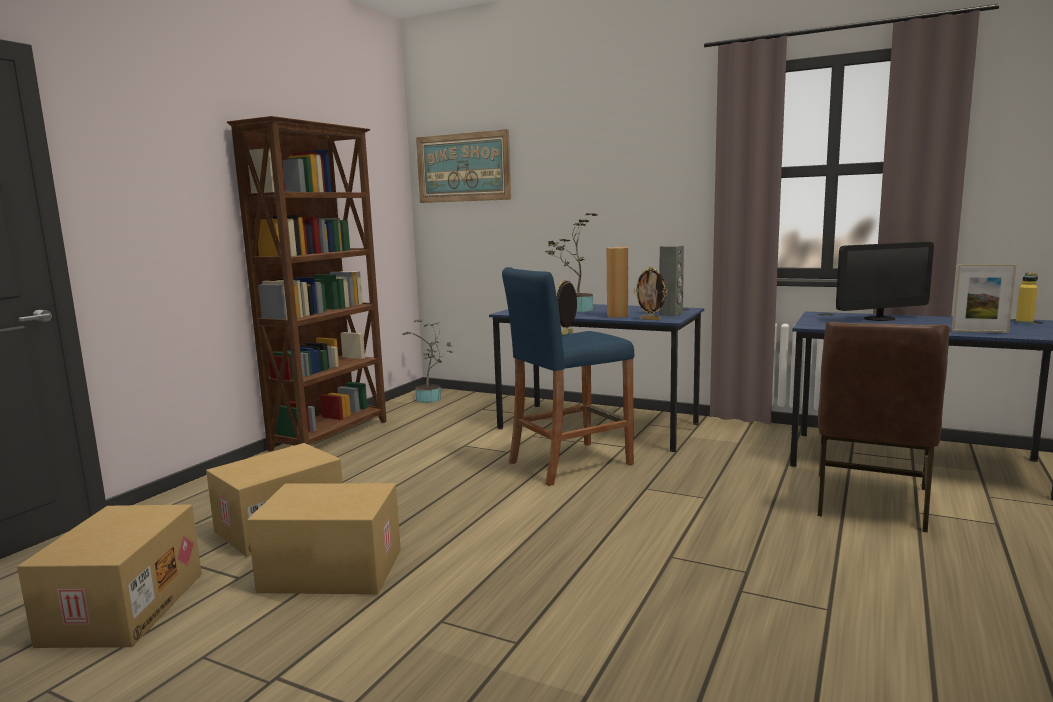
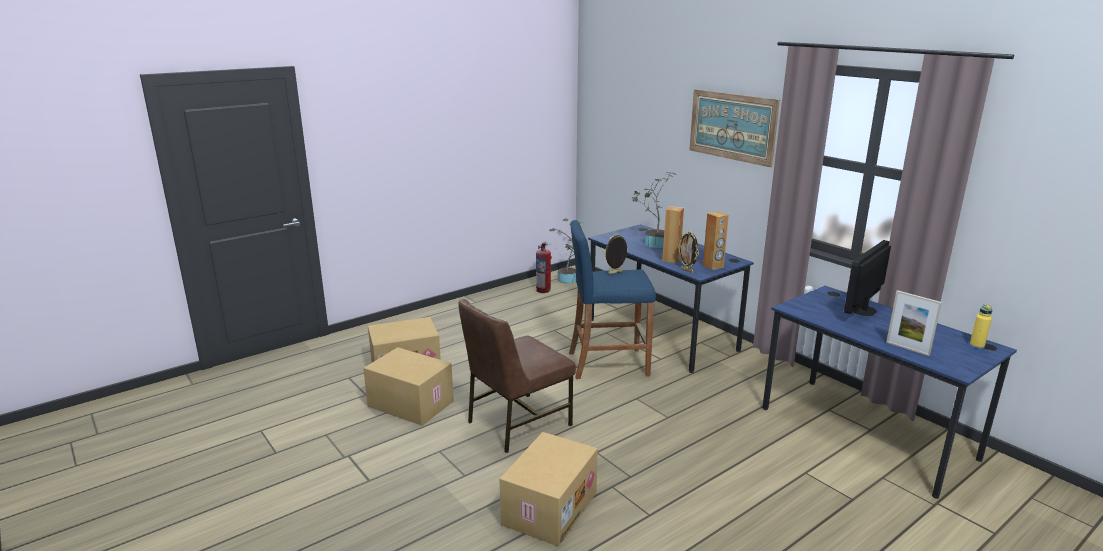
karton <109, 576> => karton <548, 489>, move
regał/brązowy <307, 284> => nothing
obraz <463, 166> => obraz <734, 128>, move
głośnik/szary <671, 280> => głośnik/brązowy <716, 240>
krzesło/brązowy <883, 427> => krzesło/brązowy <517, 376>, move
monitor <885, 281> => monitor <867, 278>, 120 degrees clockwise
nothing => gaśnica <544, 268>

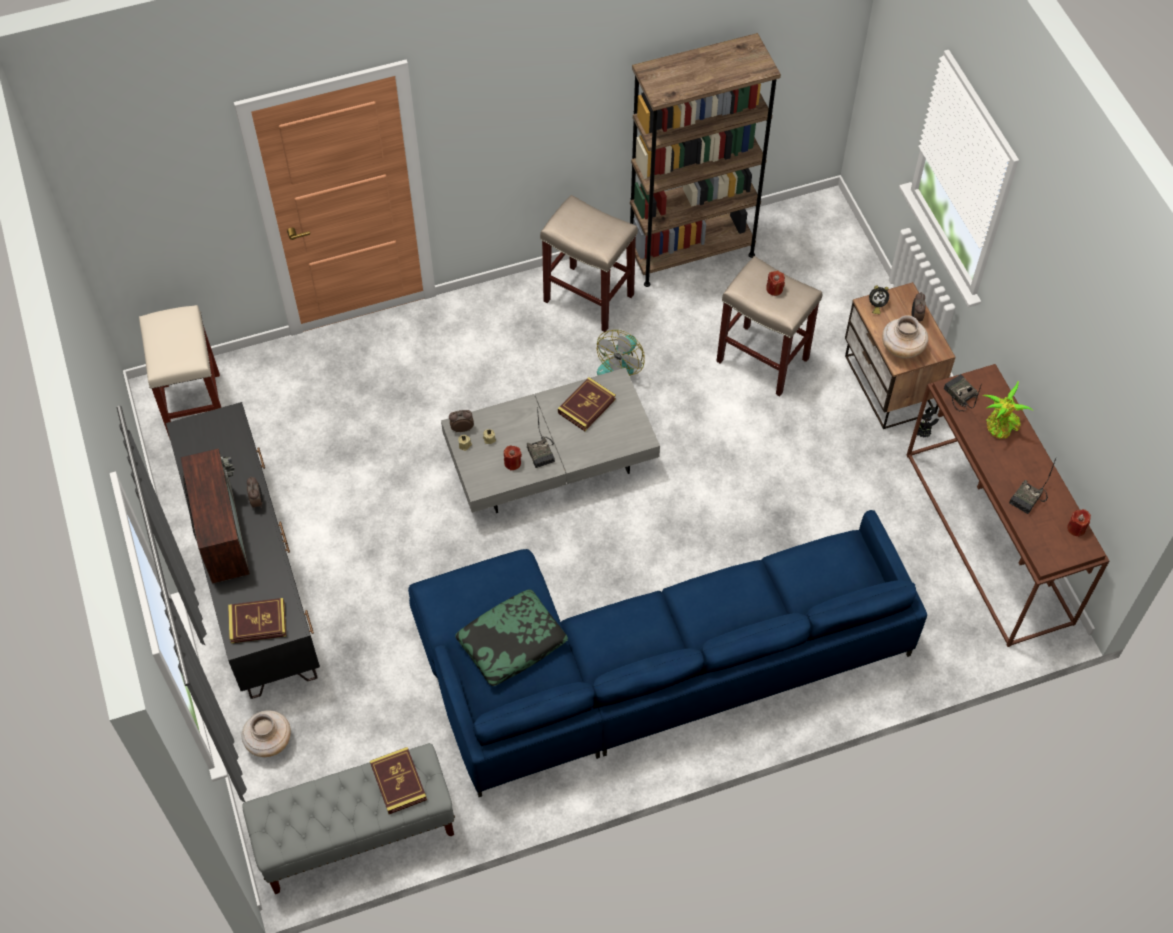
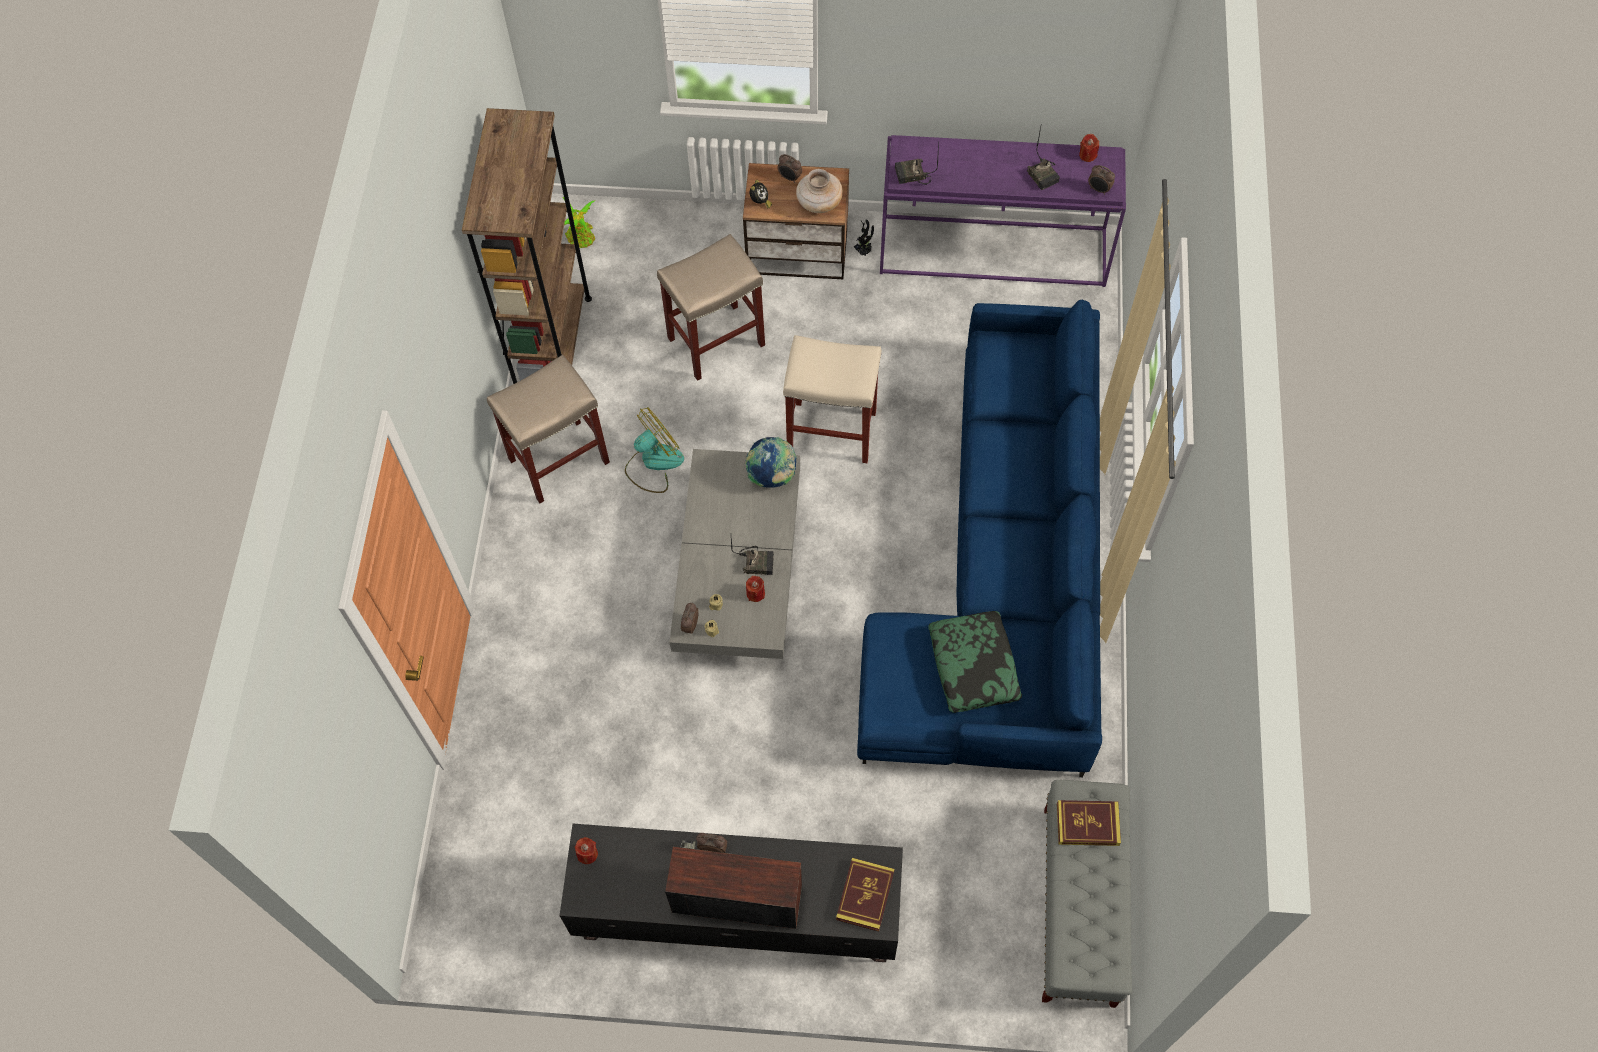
stołek/beżowy <180, 372> => stołek/beżowy <832, 399>, move
wazon/beżowy <266, 733> => nothing
książka <587, 404> => nothing
wentylator <621, 353> => wentylator <654, 450>, 90 degrees counterclockwise
świeca/czerwony <775, 283> => świeca/czerwony <586, 850>, move
stolik konsolowy/brązowy <1008, 505> => stolik konsolowy/fioletowy <1003, 211>
roślina doniczkowa <1007, 410> => roślina doniczkowa <579, 222>, move
nothing => globus <771, 462>
nothing => budzik <1101, 180>

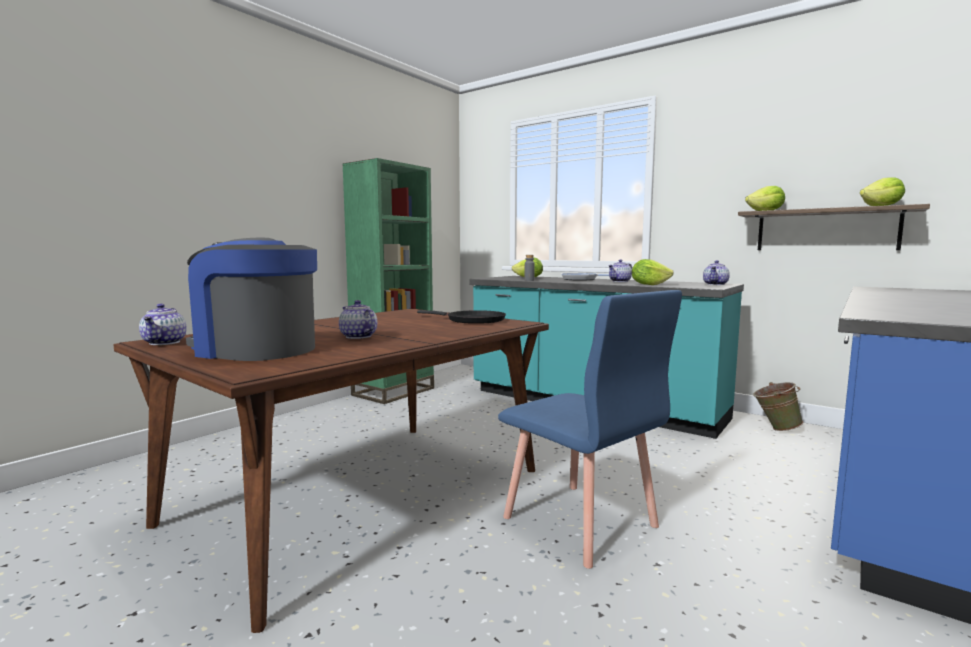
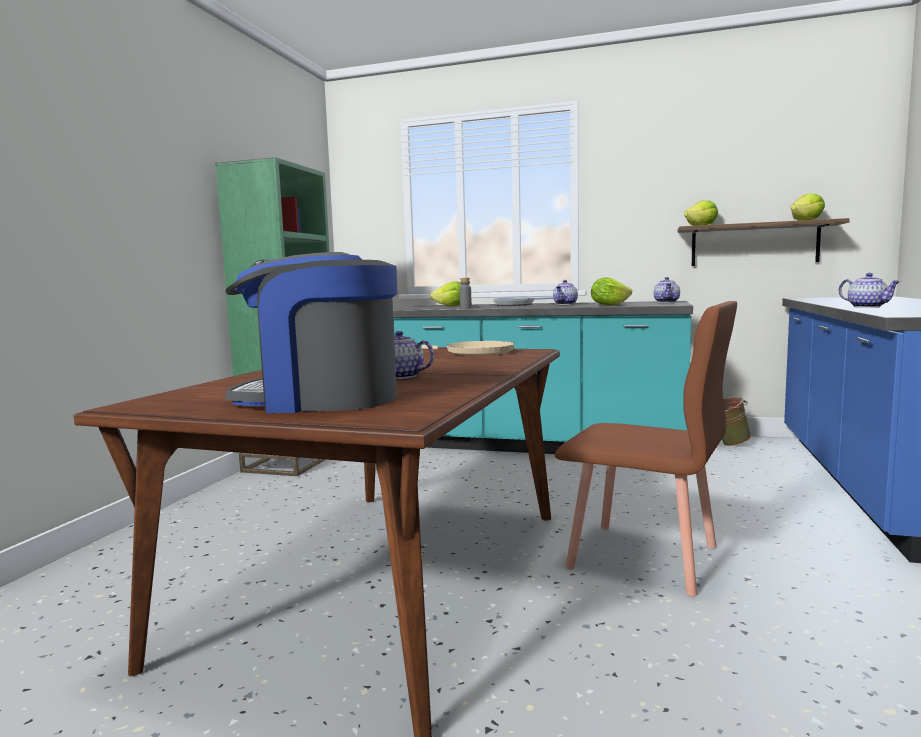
imbryk <162, 324> => imbryk <870, 290>, move
patelnia/czarny <461, 317> => patelnia/beżowy <468, 348>
krzesło/niebieski <590, 429> => krzesło/brązowy <646, 448>

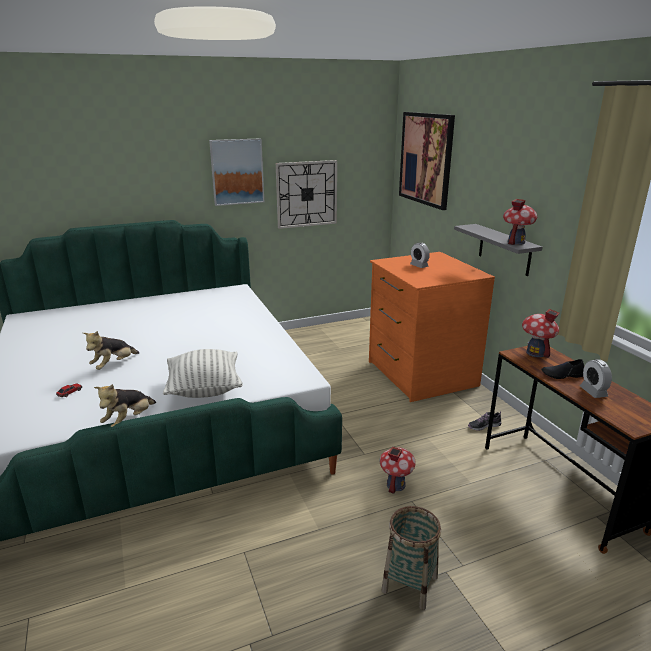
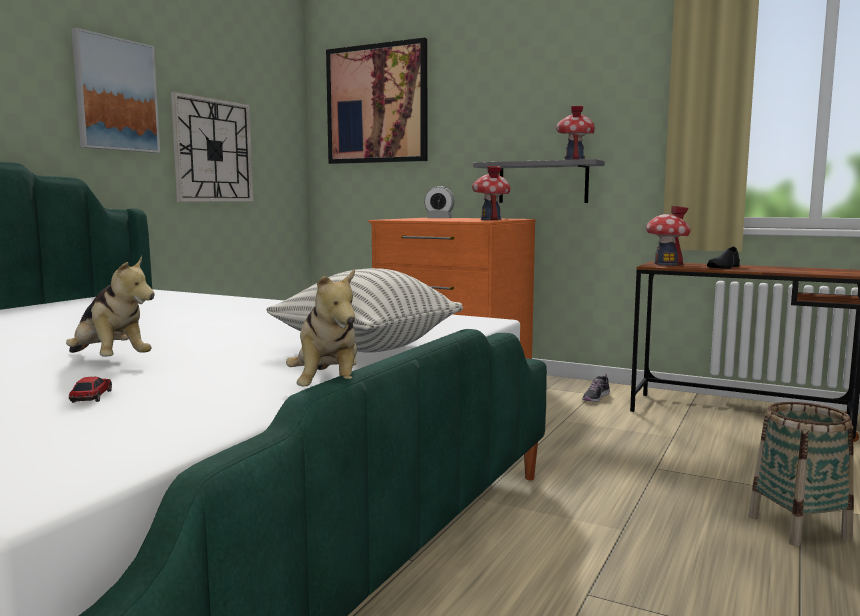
pluszak <111, 350> => pluszak <110, 306>, 45 degrees counterclockwise
domek <398, 470> => domek <491, 193>, move
budzik <596, 378> => nothing

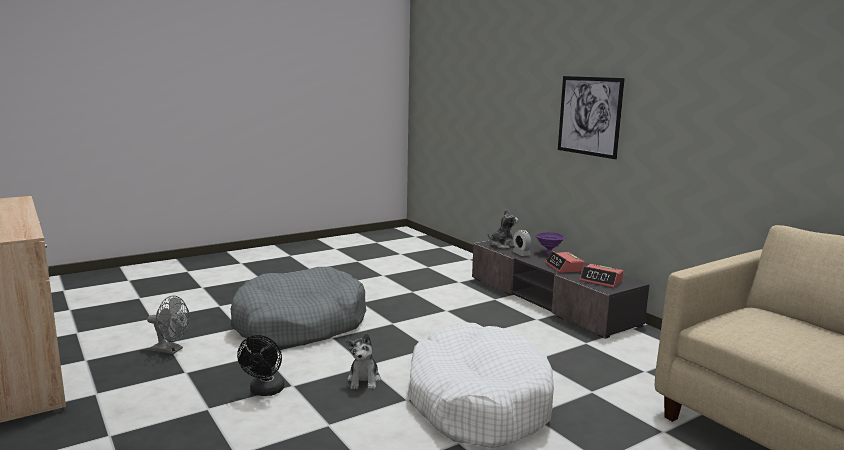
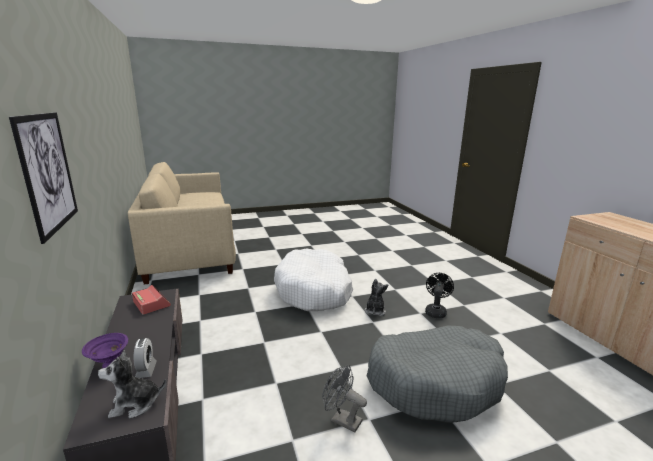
wentylator/szary <168, 325> => wentylator/szary <344, 398>, move
budzik <564, 262> => nothing

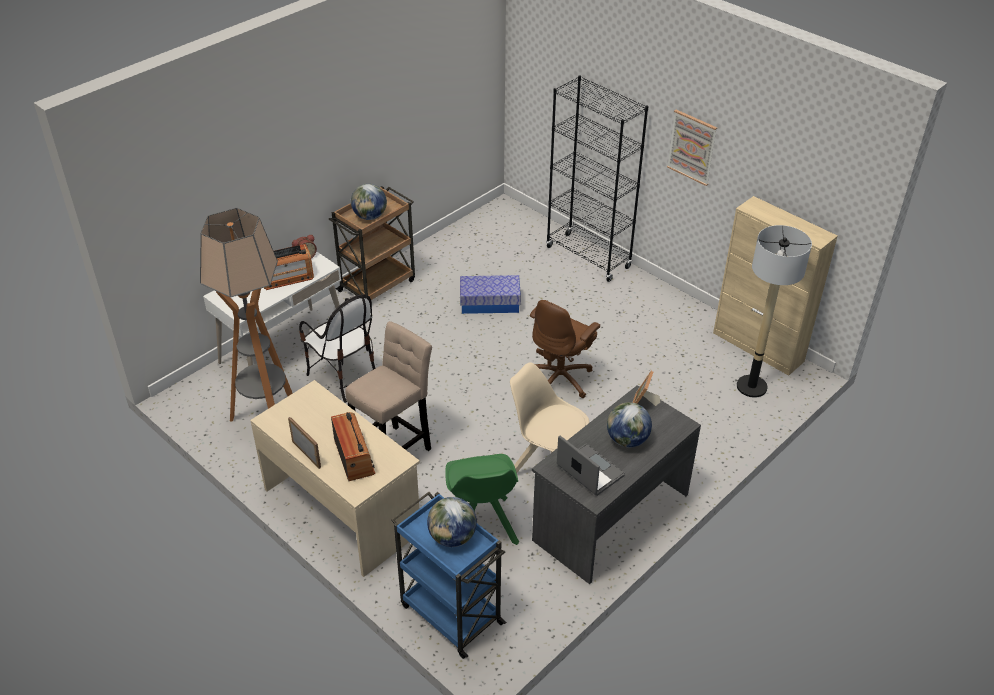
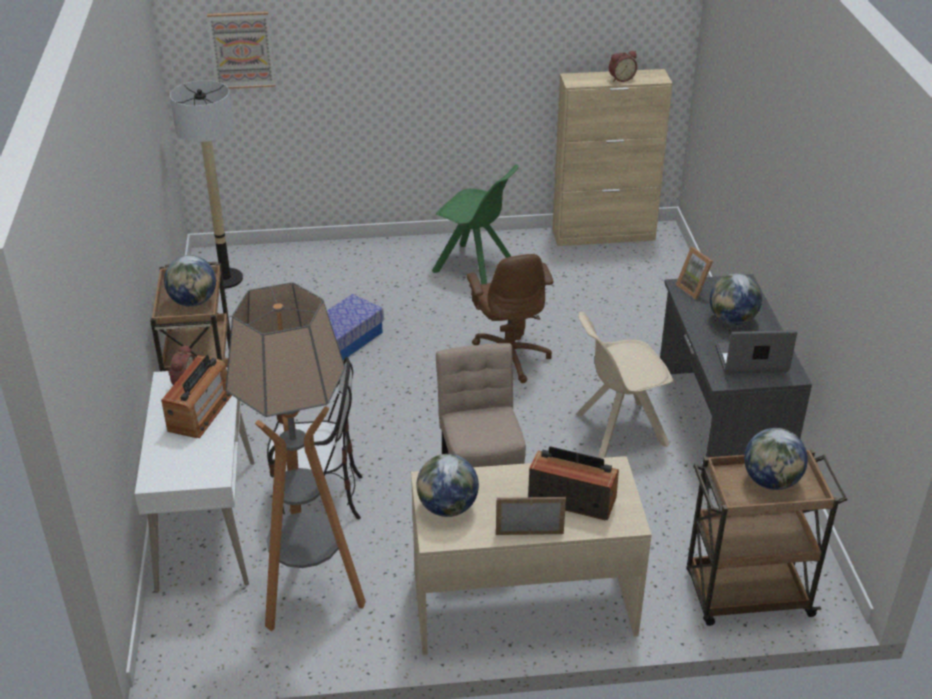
wózek/niebieski <448, 575> => wózek/brązowy <767, 537>
krzesło/zielony <482, 499> => krzesło/zielony <475, 224>, move
regał/czarny <597, 178> => nothing
obraz <692, 148> => obraz <241, 50>, move
lampa stojąca <774, 311> => lampa stojąca <206, 184>, move
nothing => globus <447, 485>
nothing => budzik <623, 66>

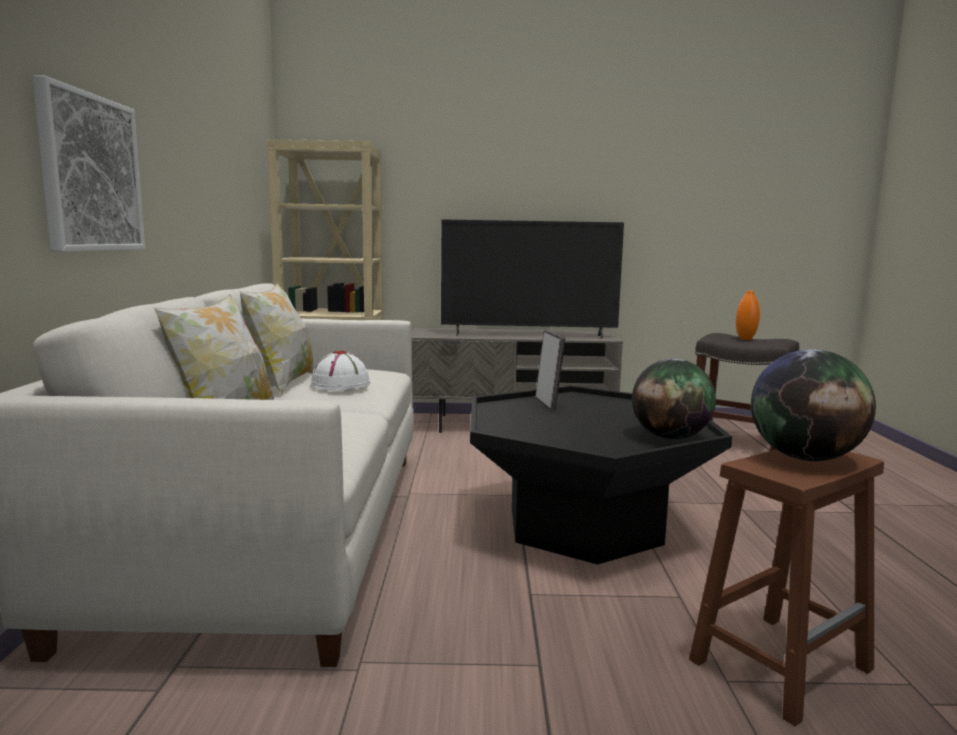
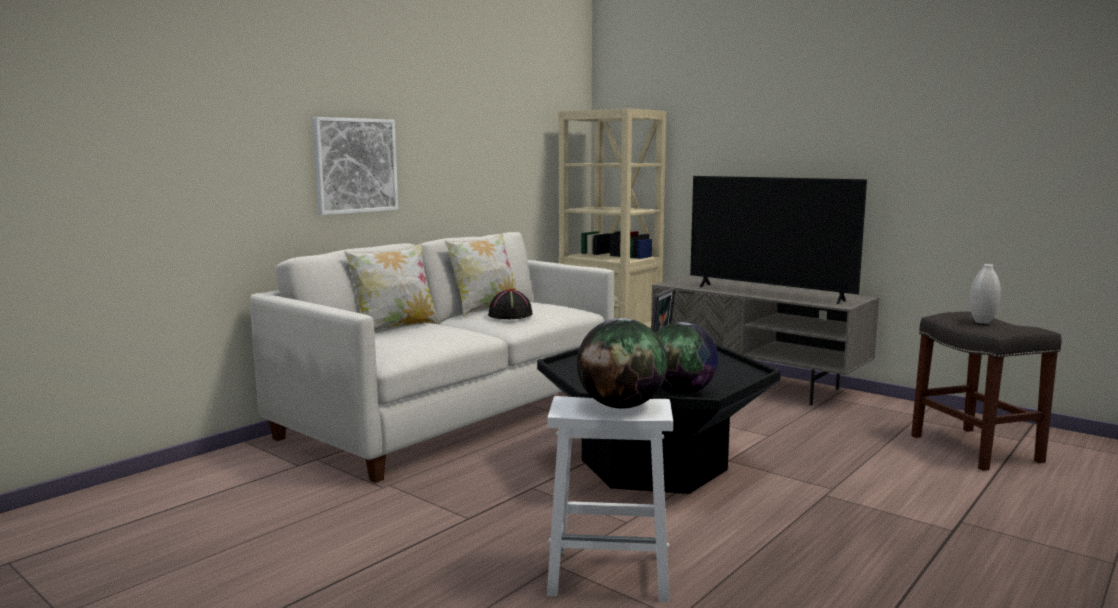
kapelusz/biały <340, 371> => kapelusz/czarny <510, 304>
stołek/brązowy <786, 587> => stołek/biały <610, 499>
wazon/pomarańczowy <748, 315> => wazon/biały <985, 294>

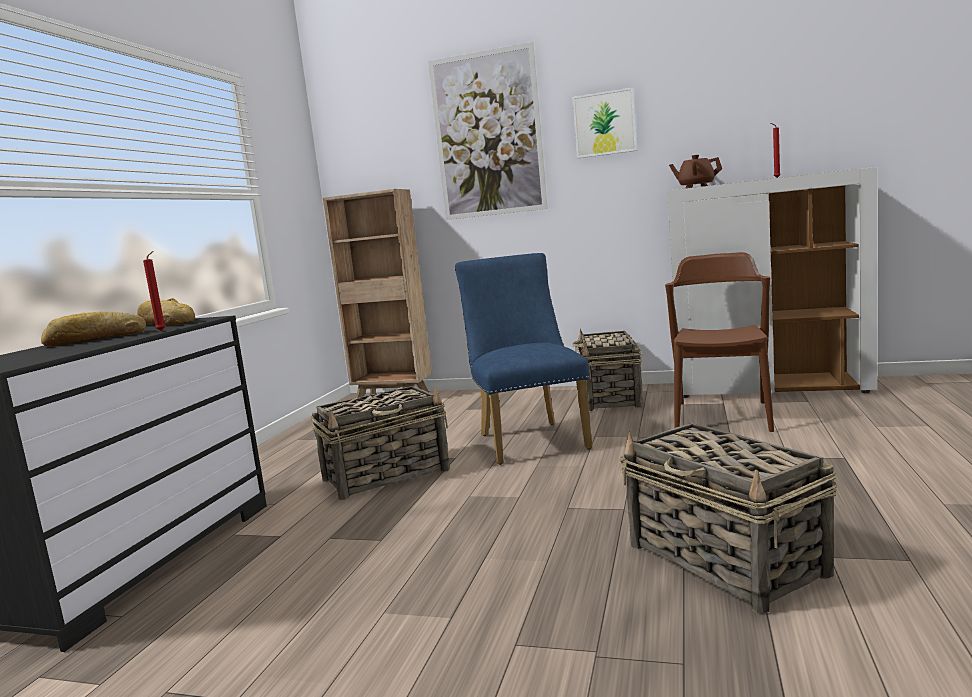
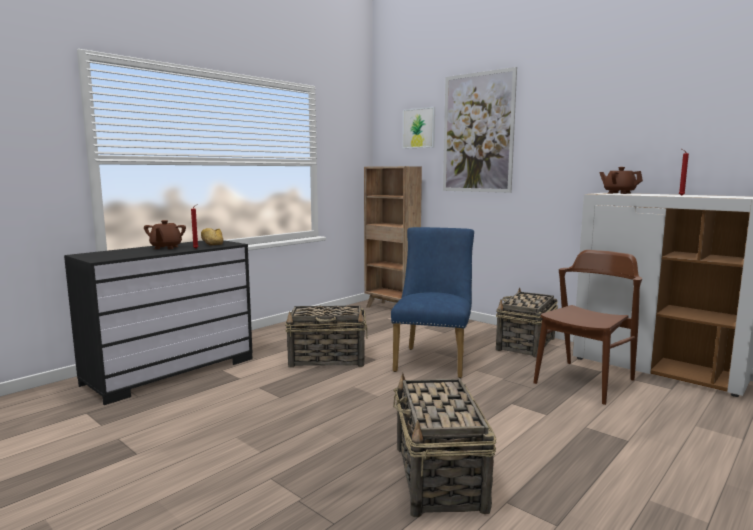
chleb <93, 329> => imbryk/brązowy <165, 234>
obraz <604, 122> => obraz <419, 128>, move

